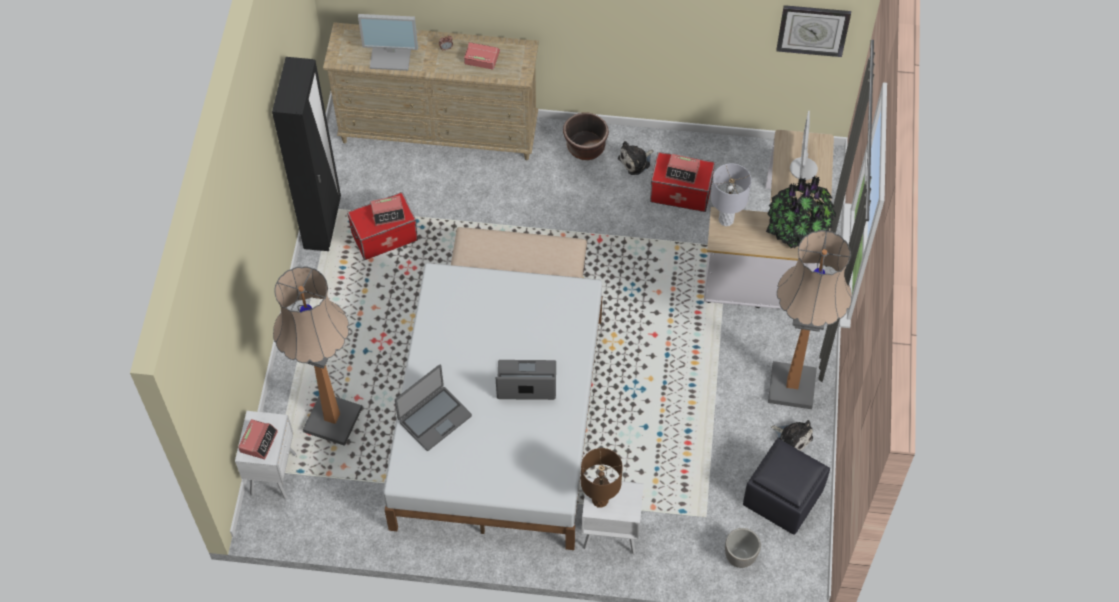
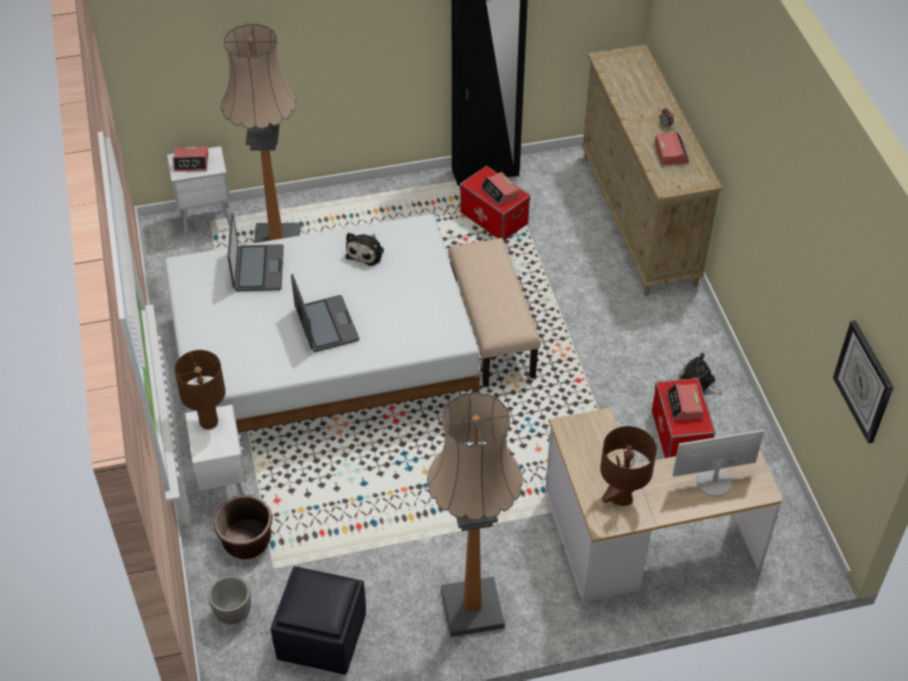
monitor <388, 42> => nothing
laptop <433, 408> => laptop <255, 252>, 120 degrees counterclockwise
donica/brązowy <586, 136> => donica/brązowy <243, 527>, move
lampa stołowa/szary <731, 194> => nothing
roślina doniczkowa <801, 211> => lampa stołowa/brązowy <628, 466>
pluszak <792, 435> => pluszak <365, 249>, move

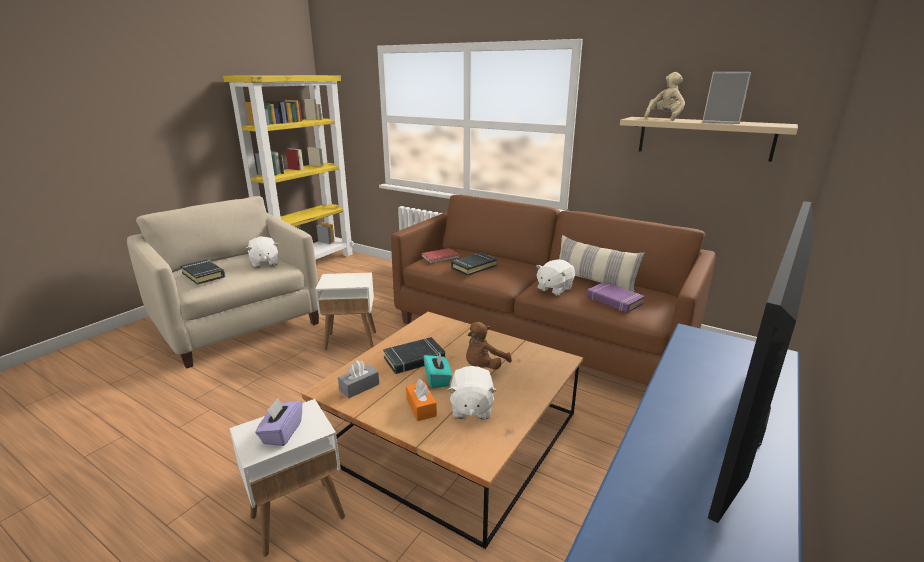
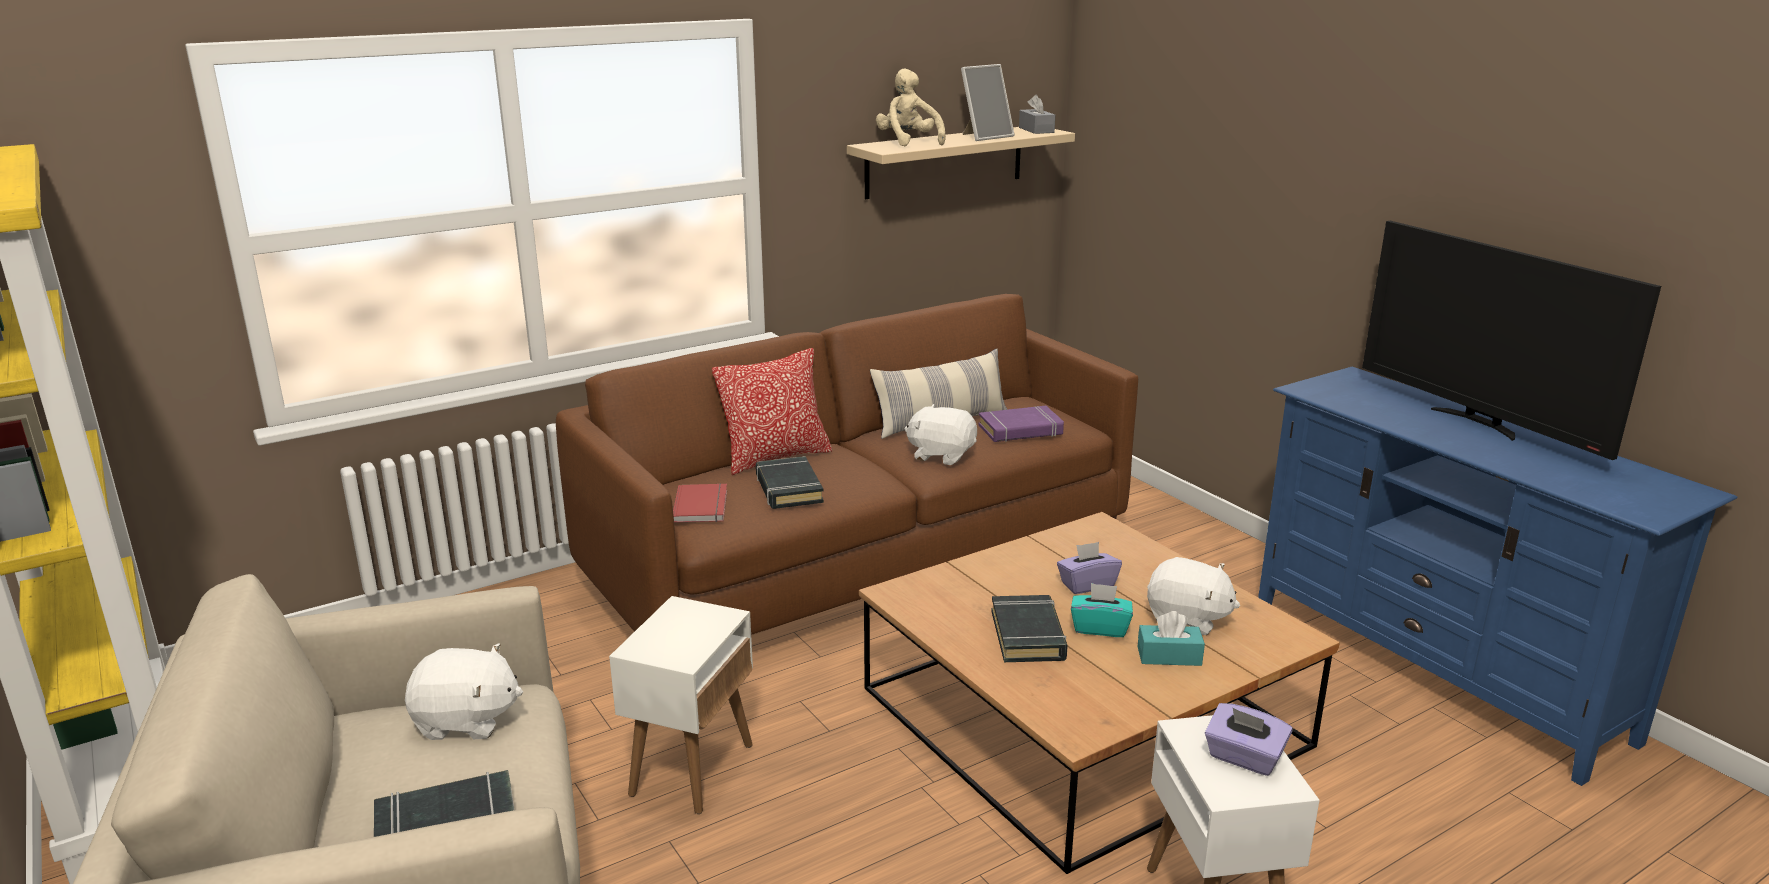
pudełko chusteczek/szary <358, 379> => pudełko chusteczek/szary <1037, 114>, move
pudełko chusteczek/pomarańczowy <421, 400> => pudełko chusteczek/turkusowy <1171, 638>
pluszak/brązowy <489, 346> => pudełko chusteczek/fioletowy <1089, 568>
pluszak/biały <555, 277> => pluszak/biały <941, 434>, 135 degrees clockwise
nothing => poduszka <772, 411>

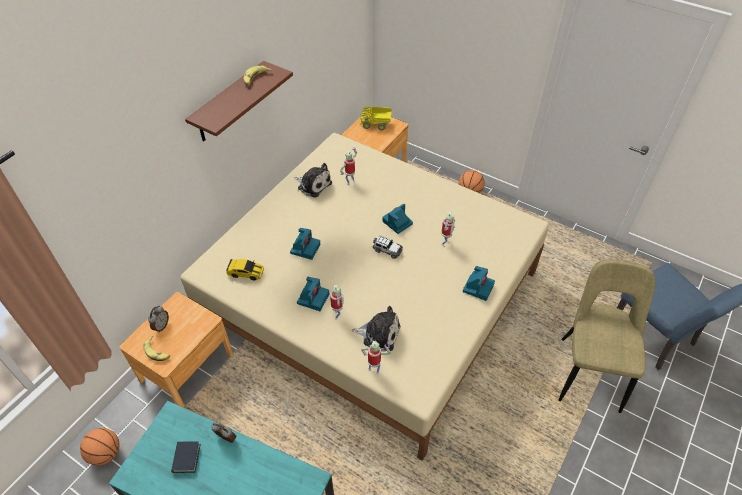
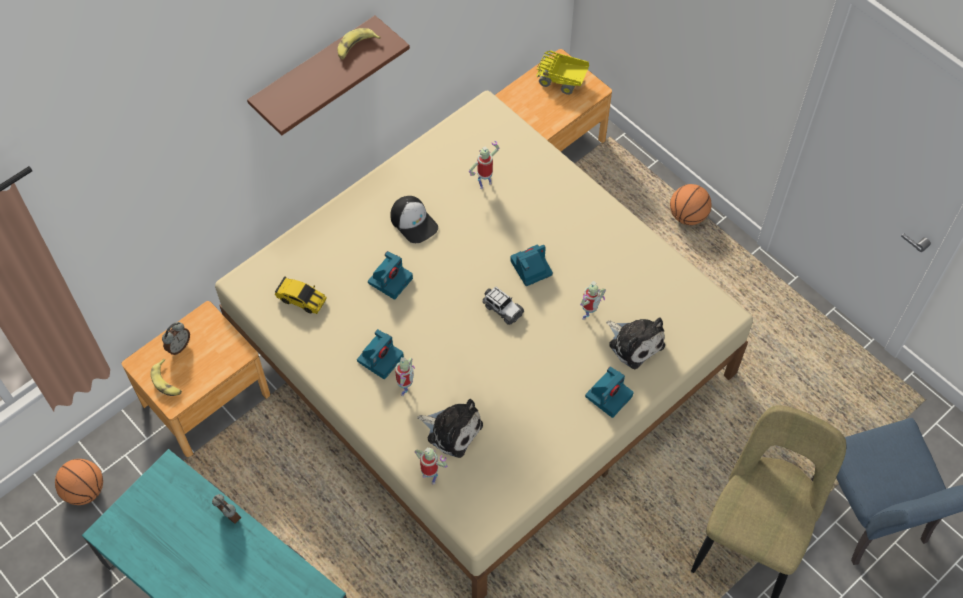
książka <186, 457> => nothing
pluszak <313, 180> => pluszak <635, 343>, move
nothing => czapka z daszkiem <414, 219>

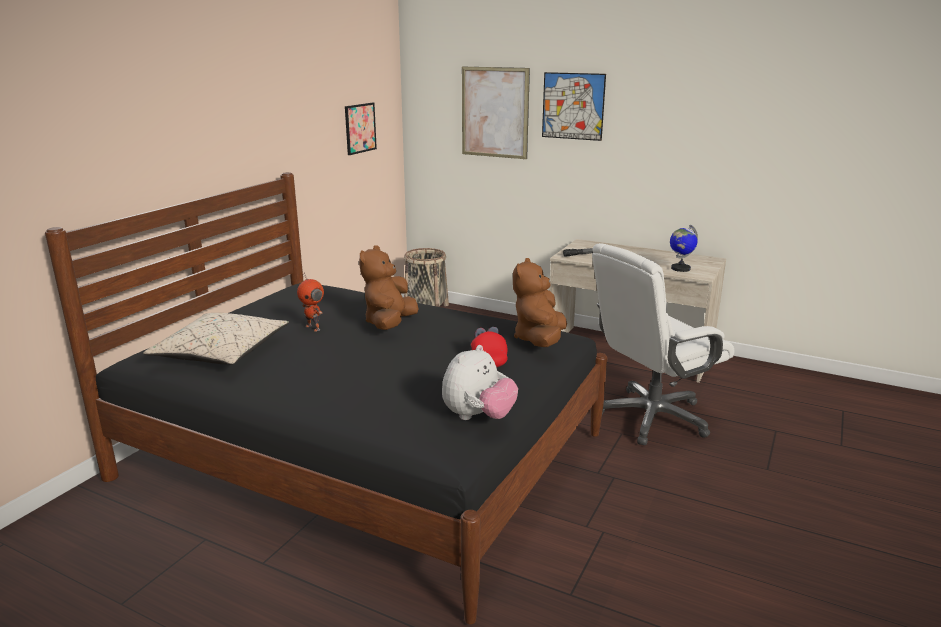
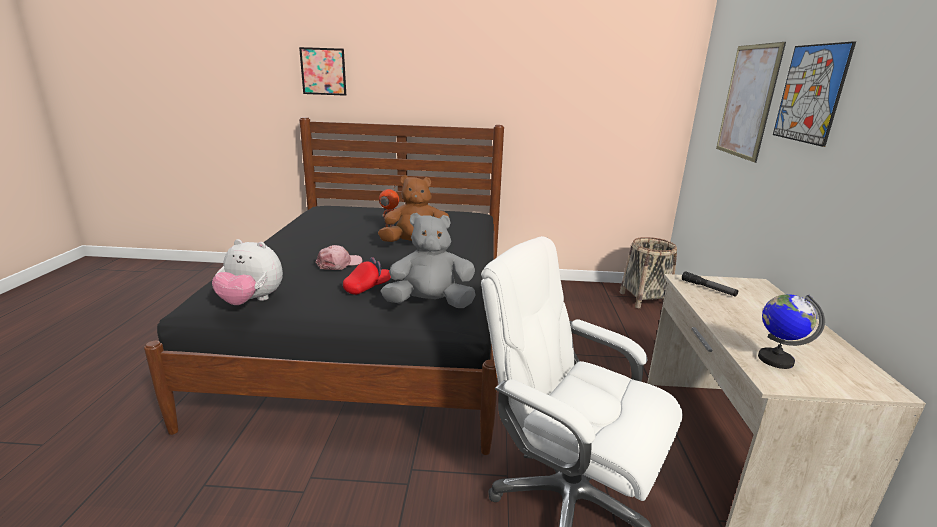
poduszka/beżowy <216, 339> => nothing
obraz <361, 129> => obraz <322, 71>, move
pluszak/brązowy <540, 302> => pluszak/szary <428, 260>
nothing => czapka z daszkiem/różowy <339, 257>

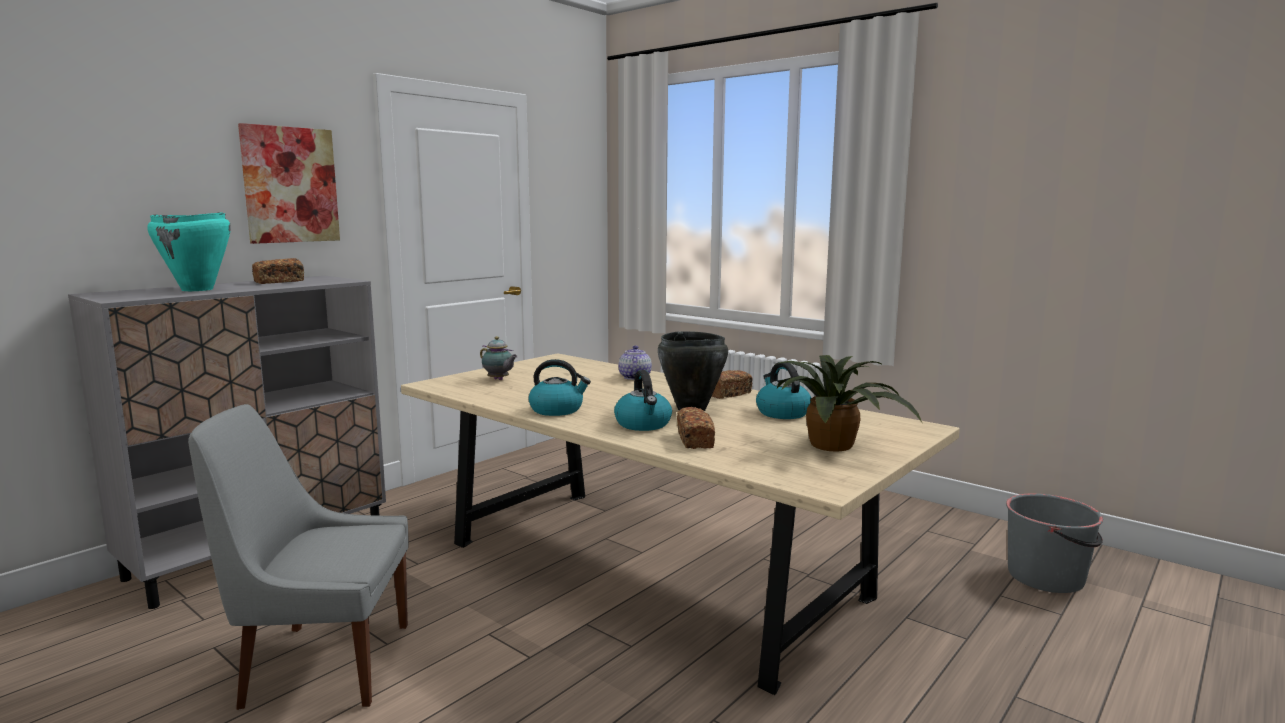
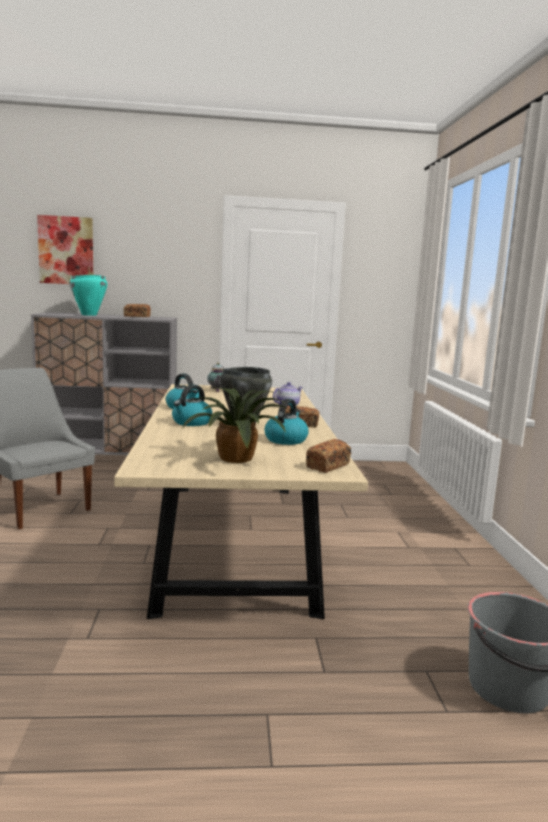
obraz <289, 183> => obraz <65, 249>, move
chleb <696, 428> => chleb <328, 456>, move

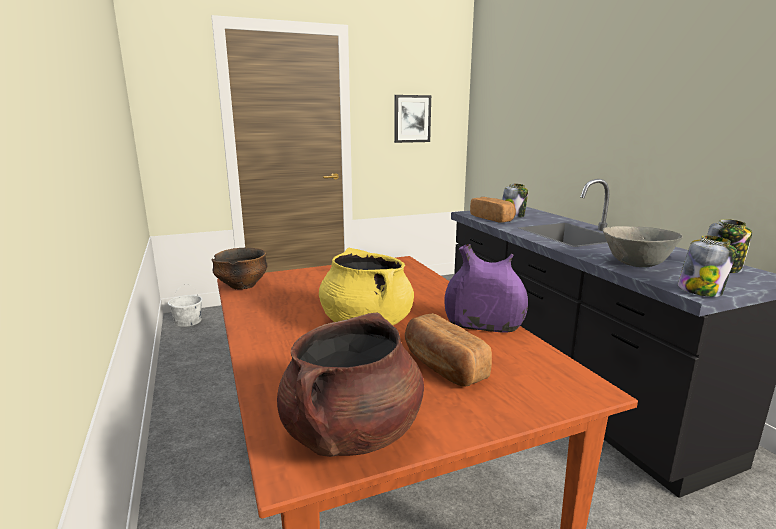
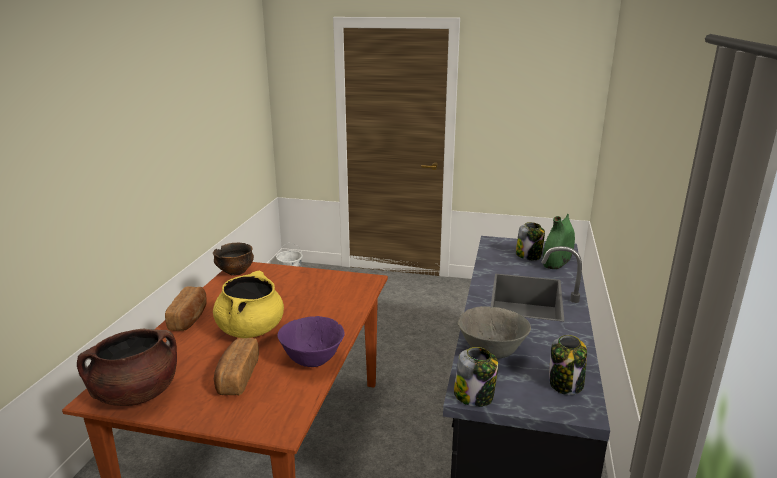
obraz <412, 119> => nothing
wazon/fioletowy <486, 288> => miska/fioletowy <311, 341>
chleb <493, 210> => chleb <186, 308>, move
nothing => wazon/zielony <559, 241>

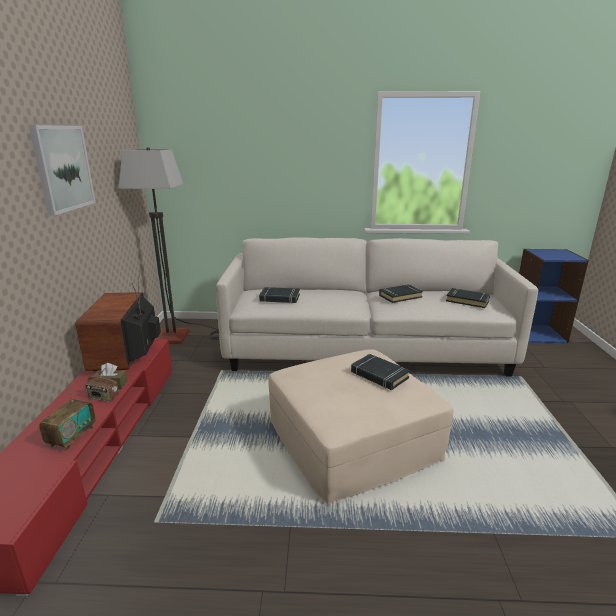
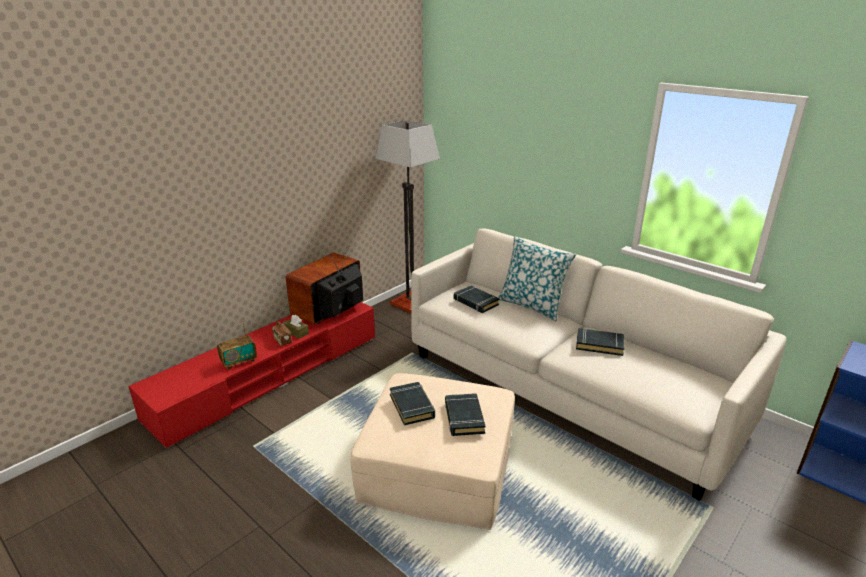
obraz <62, 170> => nothing
książka/czarny <468, 298> => książka/czarny <412, 403>, move
nothing => poduszka <537, 278>

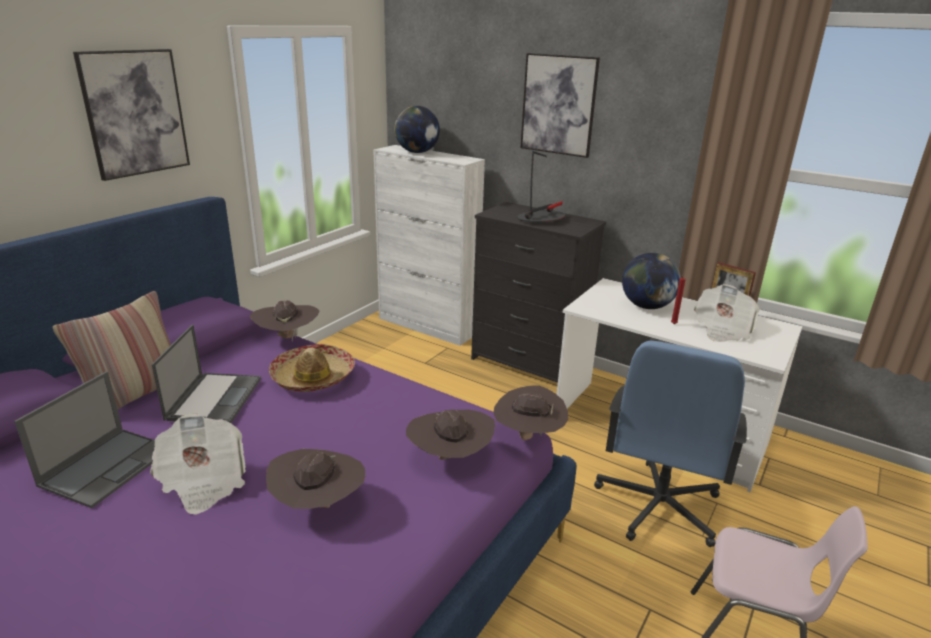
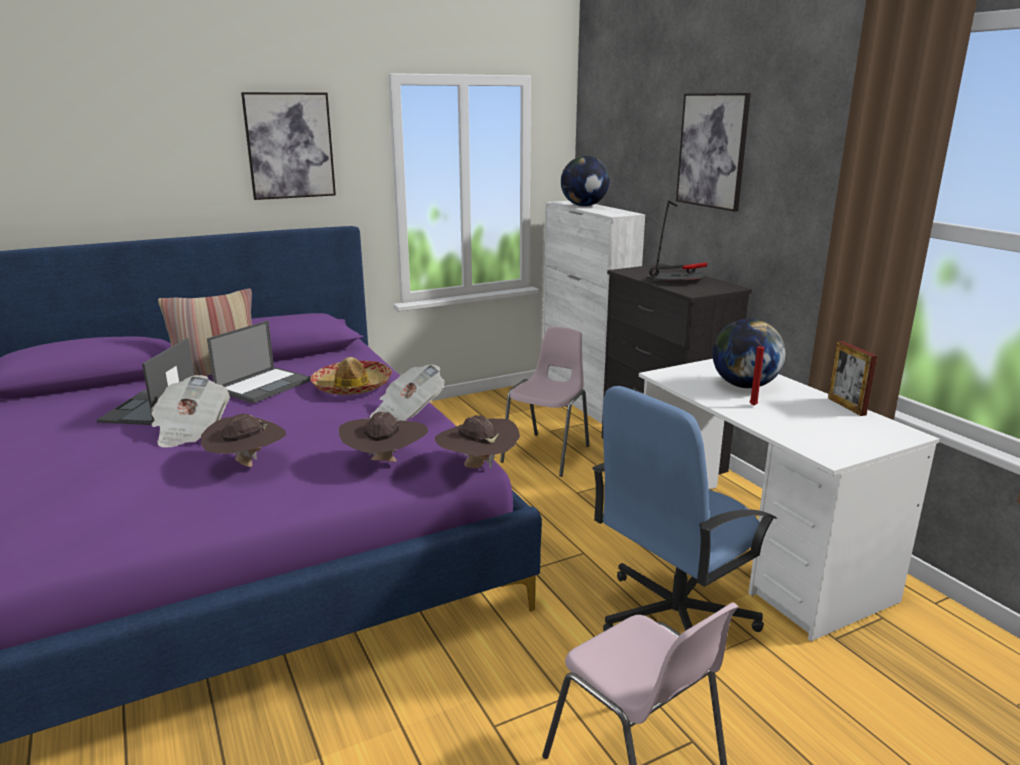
laptop <84, 439> => laptop <145, 381>, 135 degrees clockwise
kapelusz/brązowy <285, 321> => nothing
gazeta <727, 313> => gazeta <407, 392>, move
nothing => krzesło/różowy <544, 402>

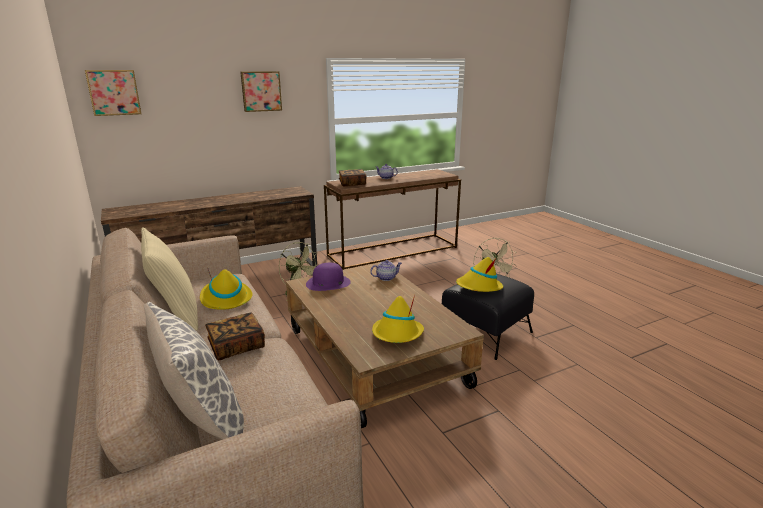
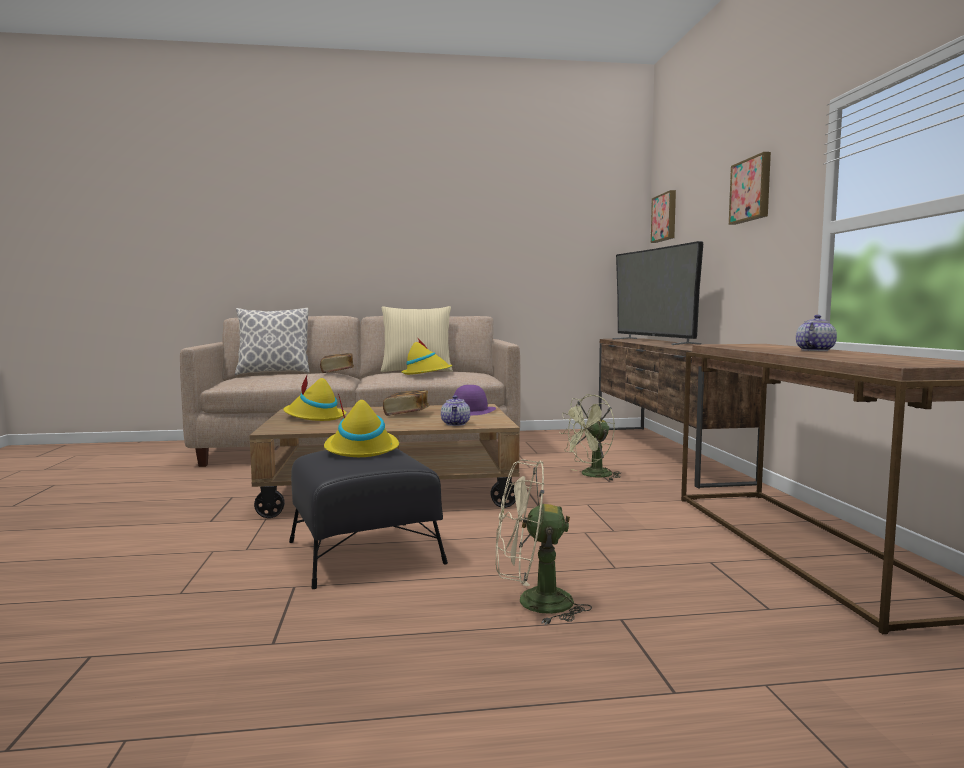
książka <353, 177> => książka <406, 403>, move
nothing => telewizor <657, 293>

